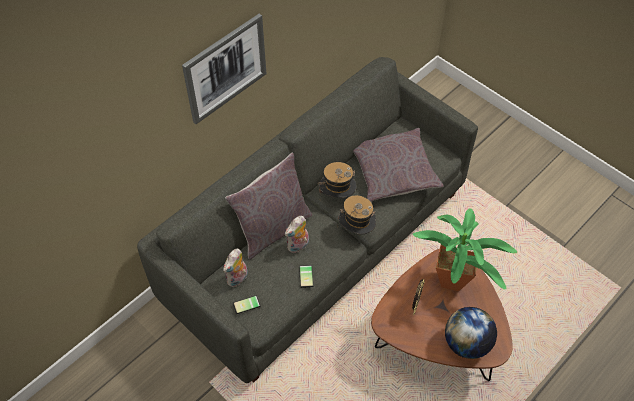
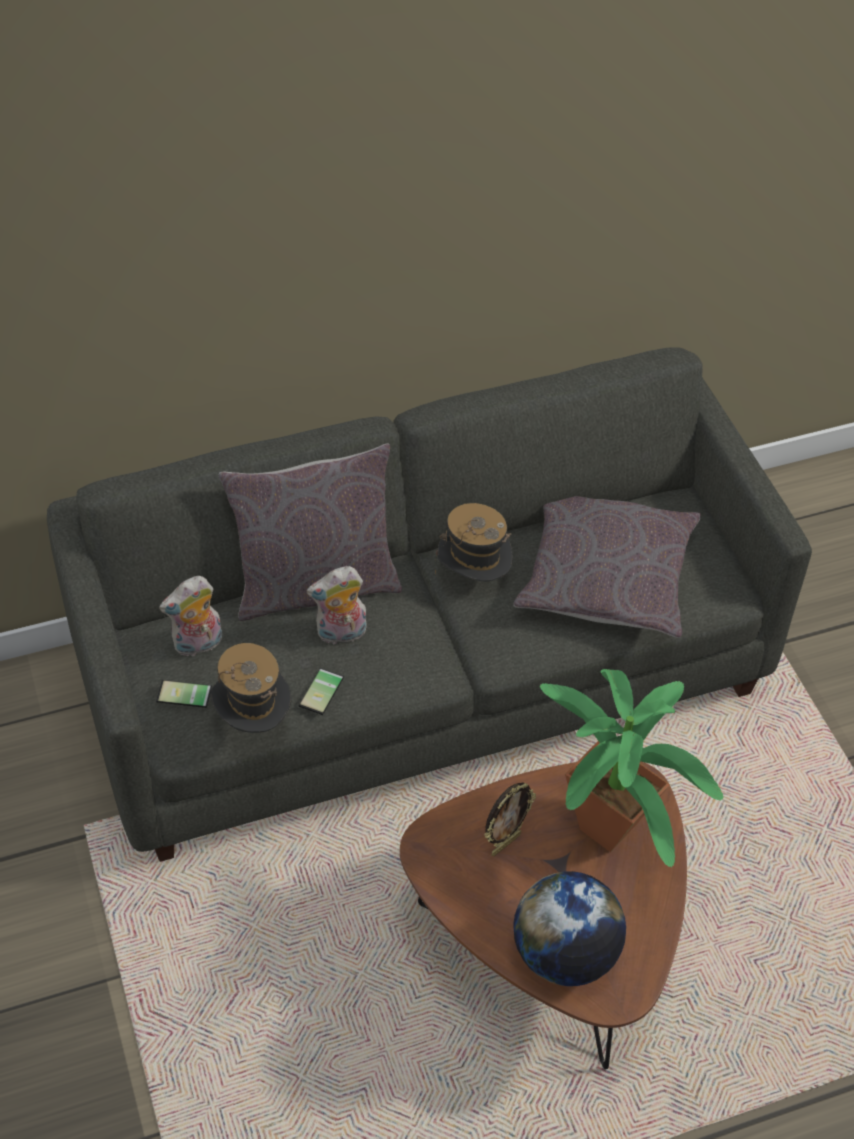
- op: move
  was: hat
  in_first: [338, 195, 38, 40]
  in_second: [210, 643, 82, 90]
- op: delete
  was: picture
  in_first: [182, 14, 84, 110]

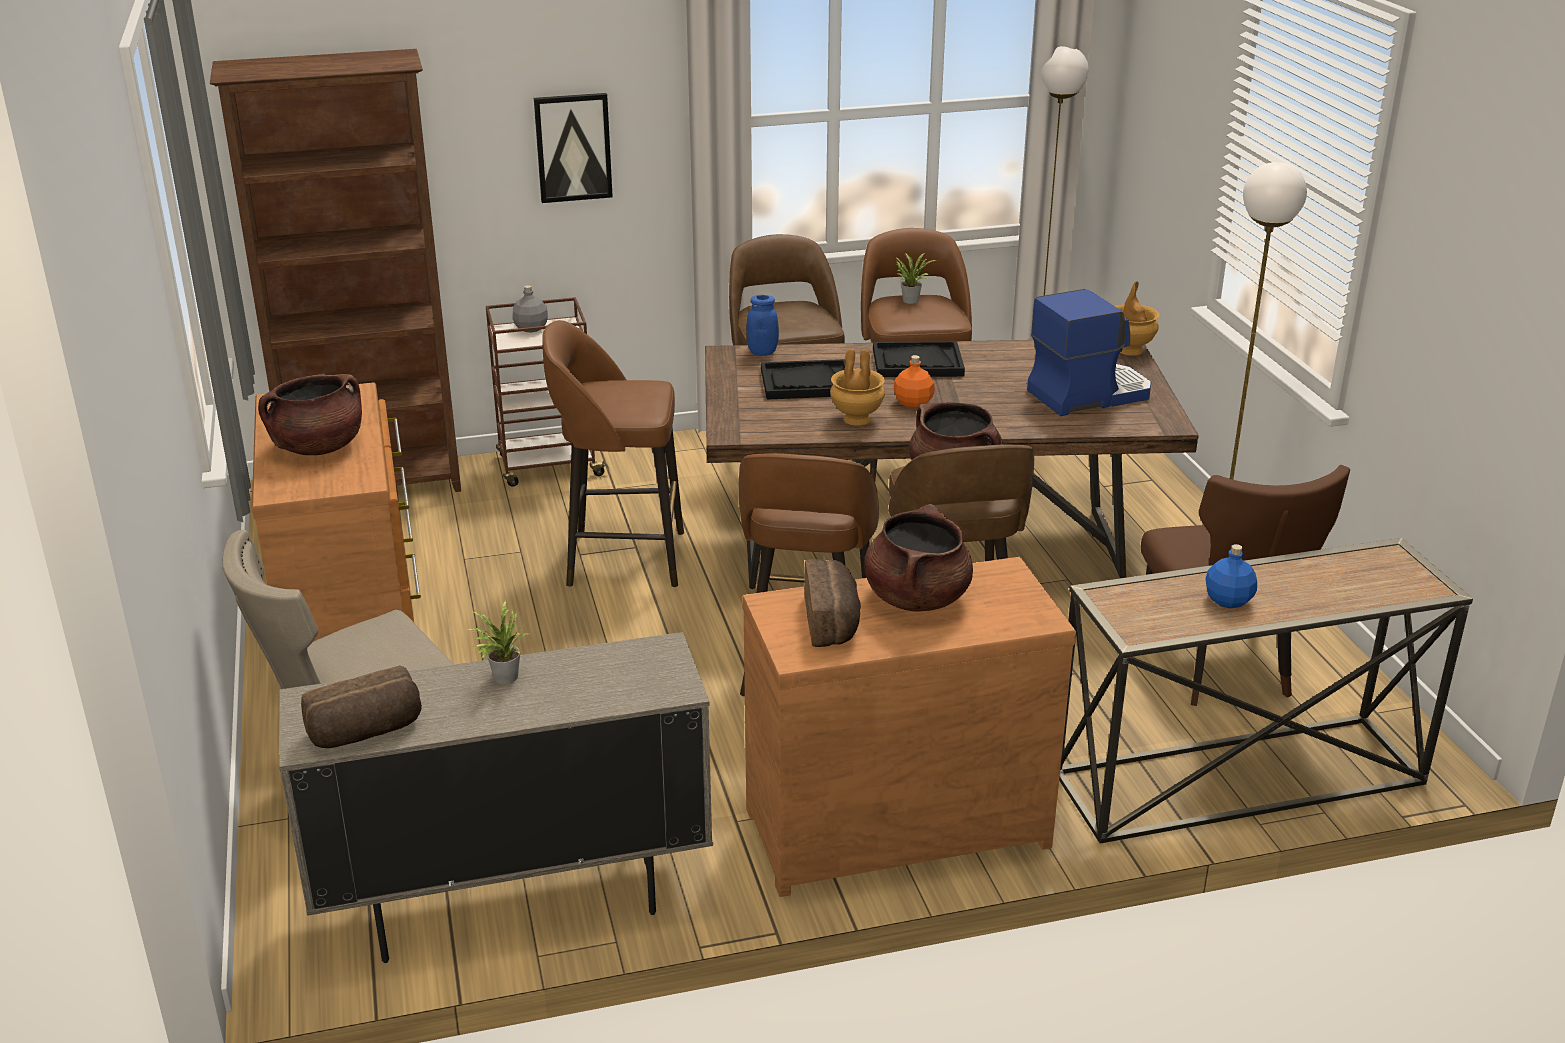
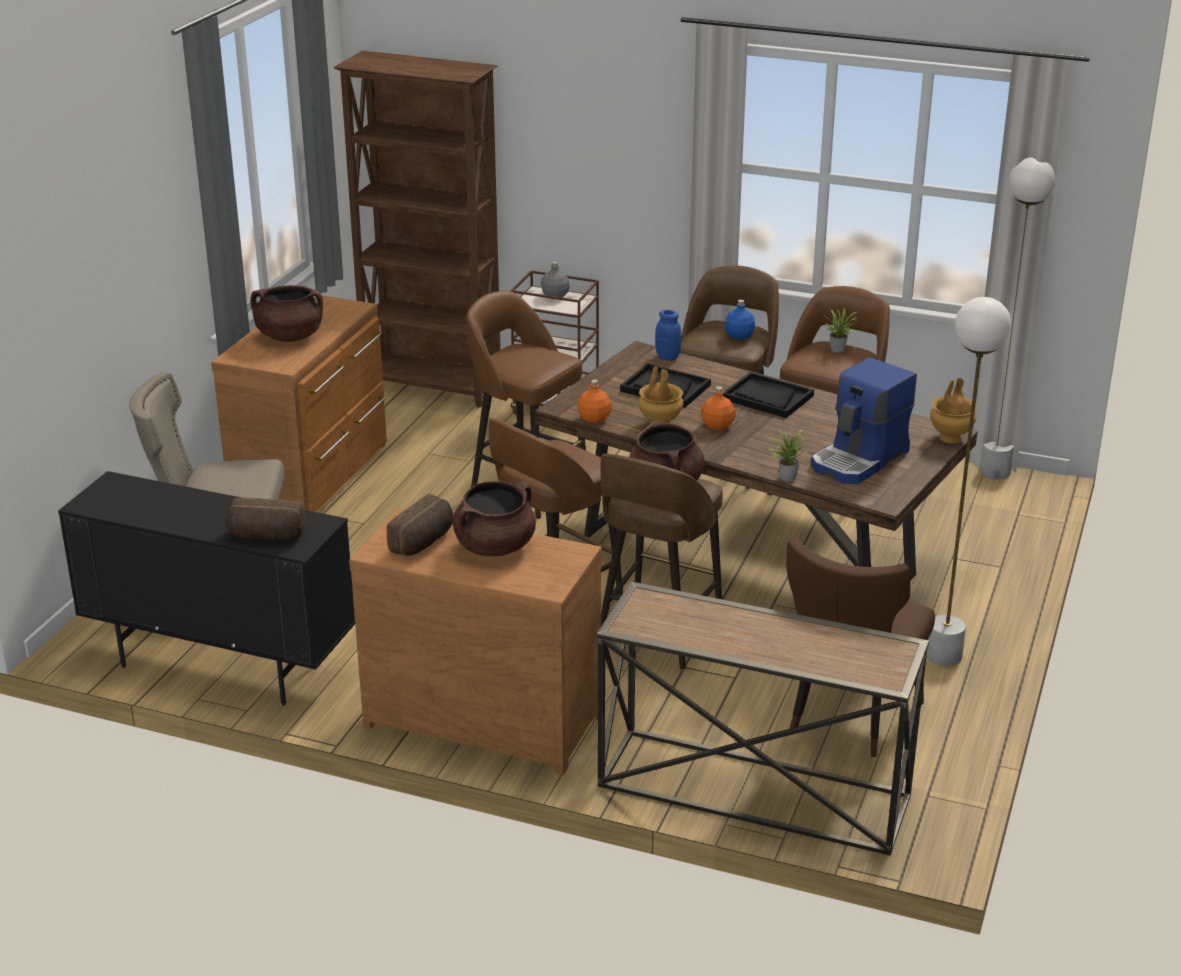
- op: recolor
  was: beige_cabinet
  now: black_cabinet
  in_first: [279, 632, 434, 331]
  in_second: [58, 471, 297, 235]
- op: move
  was: bread
  in_first: [301, 665, 121, 83]
  in_second: [225, 498, 80, 43]
- op: insert
  now: orange_bottle
  in_second: [577, 380, 35, 43]
- op: move
  was: blue_bottle
  in_first: [1205, 544, 52, 64]
  in_second: [725, 299, 30, 41]
- op: move
  was: potted_plant
  in_first: [467, 600, 62, 84]
  in_second: [769, 430, 40, 52]
- op: rotate
  was: coffee_machine
  in_first: [1027, 289, 124, 127]
  in_second: [811, 357, 106, 127]
  clockwise: 120
- op: delete
  was: picture
  in_first: [534, 93, 79, 110]

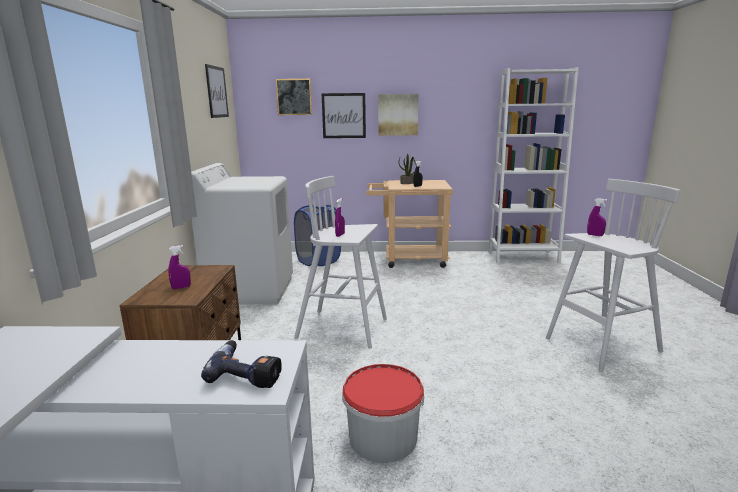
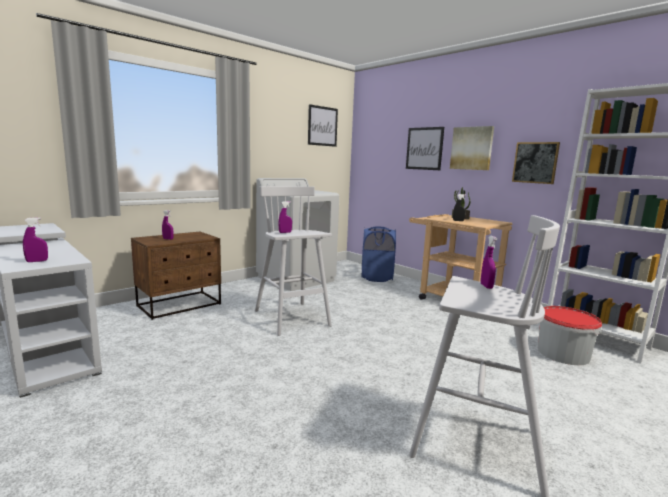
- op: replace
  was: power_drill
  now: purple_spray_bottle
  in_first: [201, 340, 81, 48]
  in_second: [23, 217, 25, 45]
- op: move
  was: picture
  in_first: [276, 79, 36, 36]
  in_second: [512, 142, 48, 42]
- op: move
  was: bucket
  in_first: [342, 364, 83, 99]
  in_second: [538, 306, 64, 59]

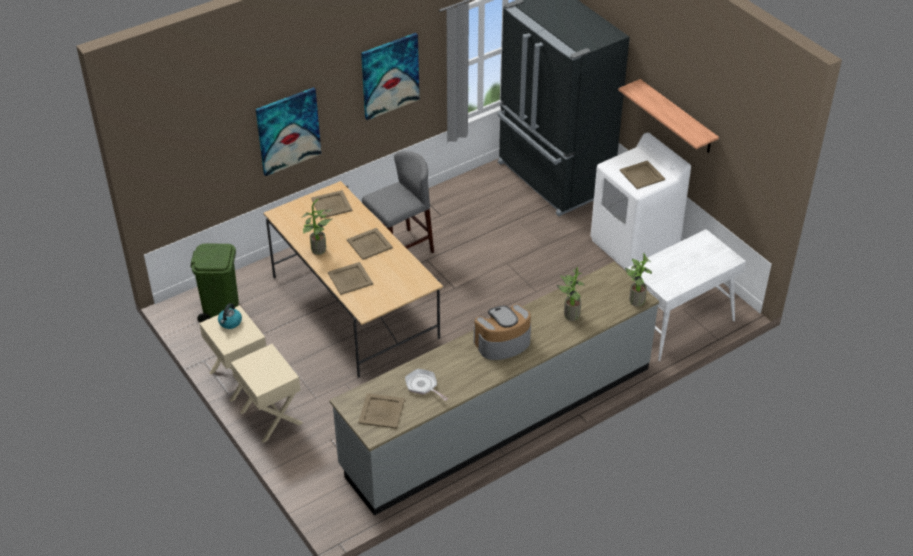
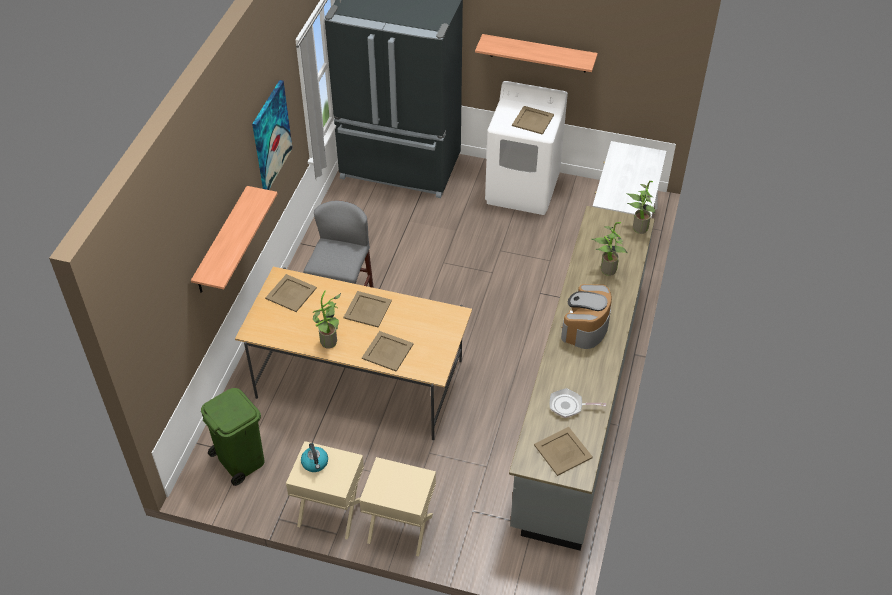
- op: replace
  was: picture
  now: shelf
  in_first: [256, 87, 65, 89]
  in_second: [191, 186, 87, 107]

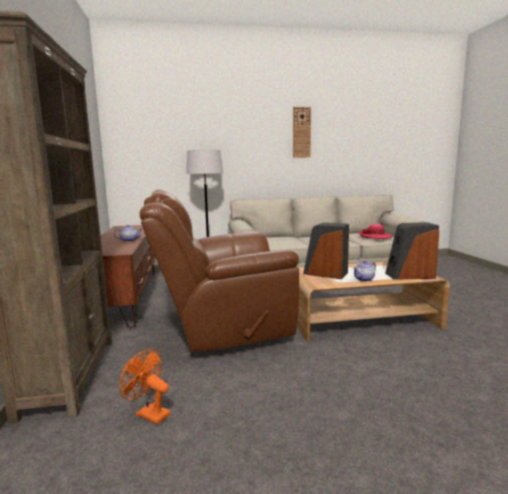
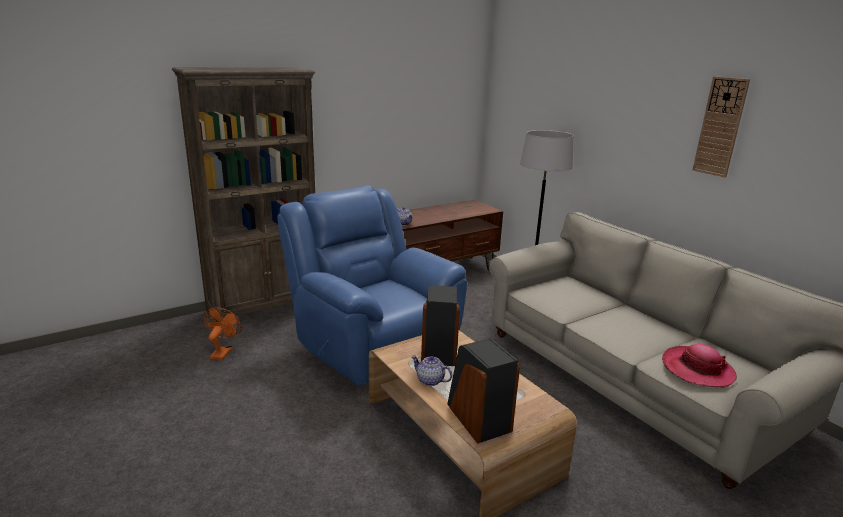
- op: recolor
  was: brown_armchair
  now: blue_armchair
  in_first: [140, 190, 159, 162]
  in_second: [277, 185, 190, 200]

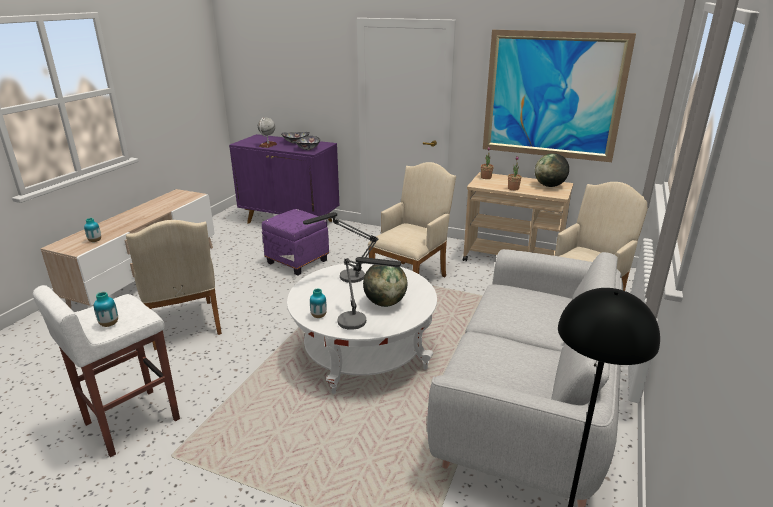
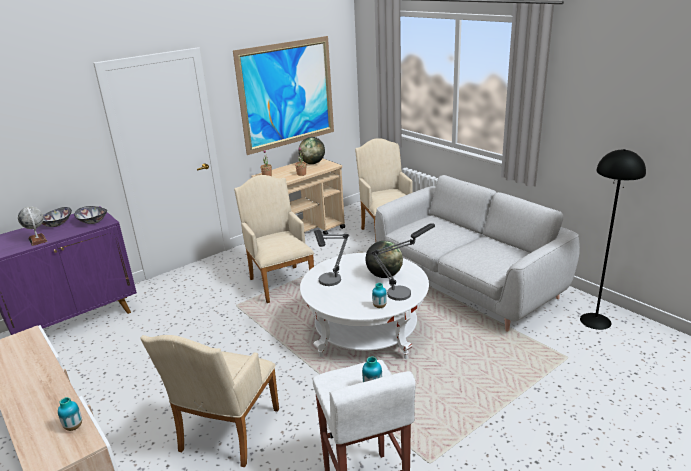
- op: rotate
  was: beige_armchair
  in_first: [126, 220, 96, 130]
  in_second: [140, 335, 139, 132]
  clockwise: 105
- op: delete
  was: purple_ottoman
  in_first: [262, 209, 67, 66]

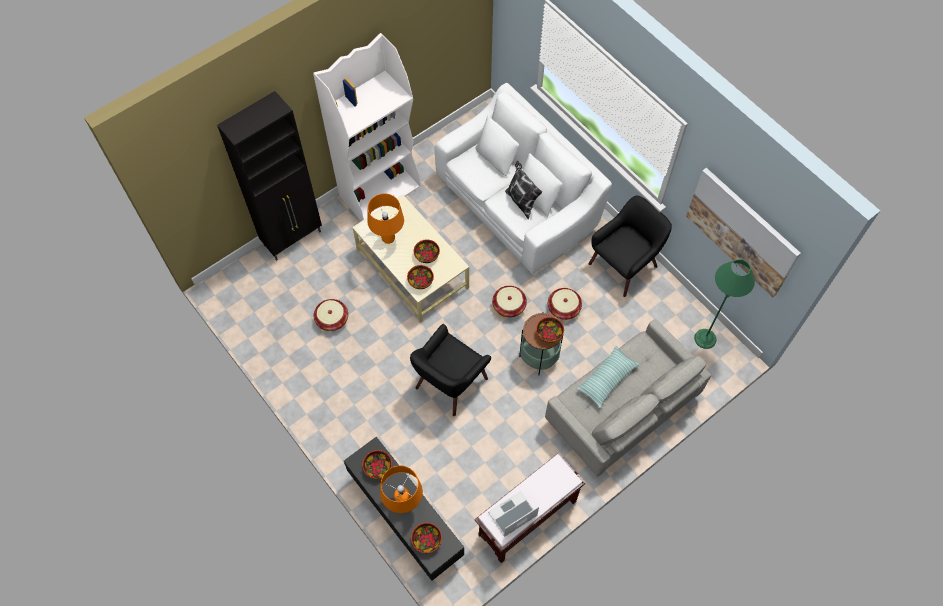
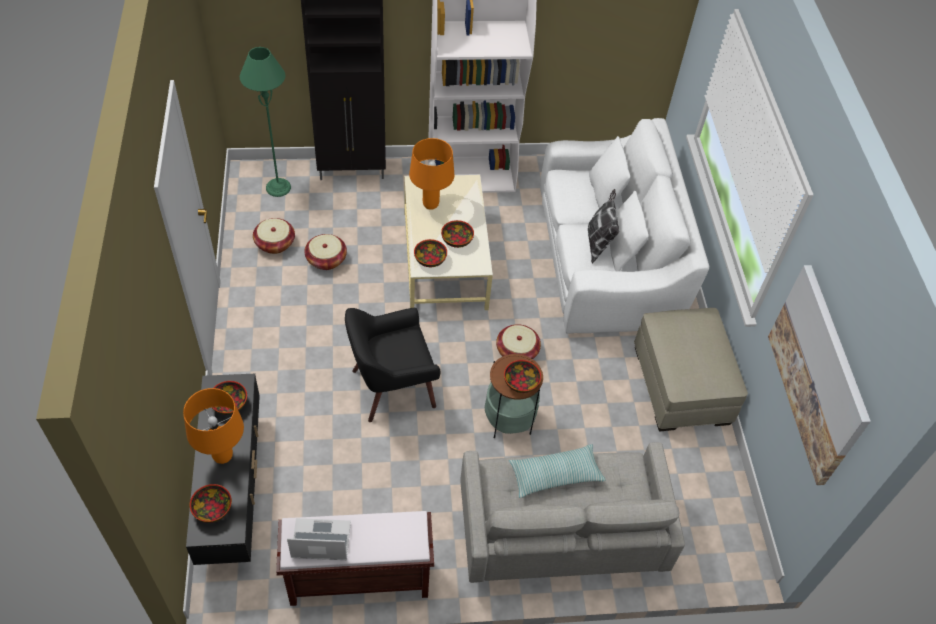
- op: move
  was: green_floor_lamp
  in_first: [694, 259, 61, 90]
  in_second: [240, 47, 51, 150]
- op: move
  was: basket
  in_first: [548, 288, 34, 32]
  in_second: [253, 218, 42, 36]
- op: replace
  was: black_armchair
  now: beige_ottoman
  in_first: [589, 196, 83, 101]
  in_second: [634, 308, 114, 123]

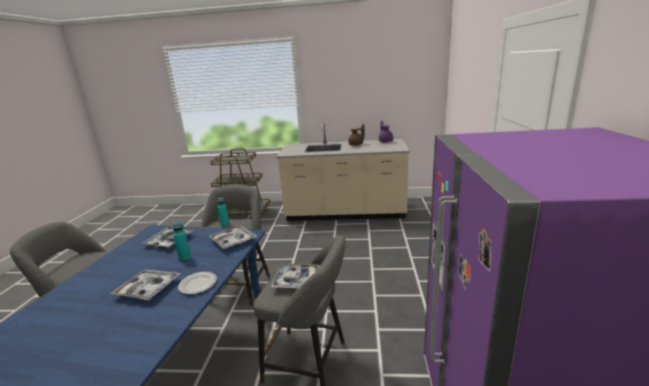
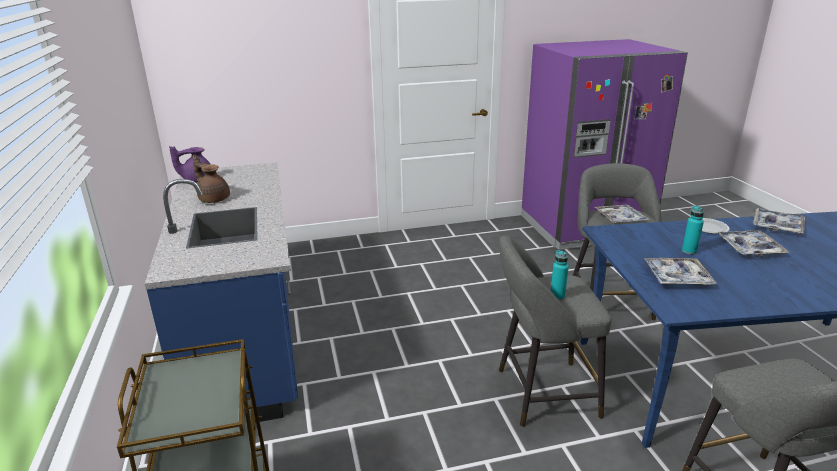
- op: recolor
  was: beige_counter
  now: blue_counter
  in_first: [276, 123, 134, 98]
  in_second: [145, 162, 153, 261]
- op: move
  was: tray
  in_first: [209, 226, 49, 23]
  in_second: [753, 208, 52, 26]

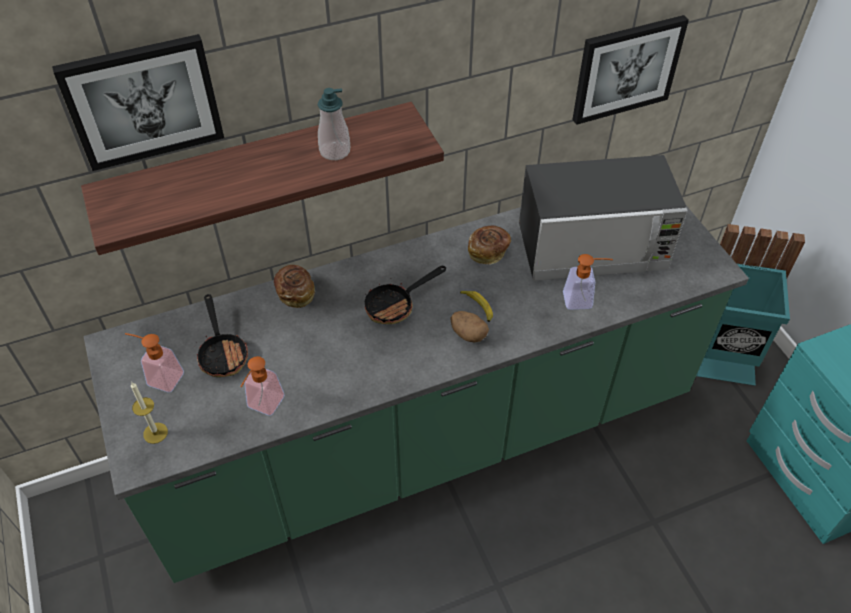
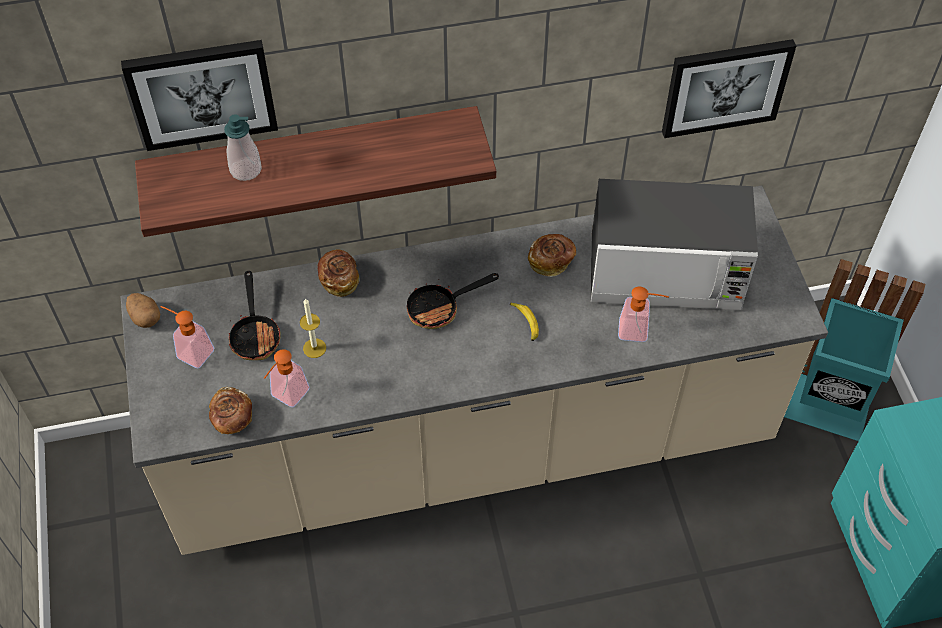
- op: recolor
  was: green_counter
  now: beige_counter
  in_first: [84, 206, 665, 377]
  in_second: [121, 185, 707, 370]
- op: move
  was: potato
  in_first: [450, 311, 39, 32]
  in_second: [126, 293, 34, 35]
- op: insert
  now: bread
  in_second: [209, 387, 43, 47]
- op: move
  was: soap_dispenser
  in_first: [318, 88, 32, 72]
  in_second: [224, 114, 38, 67]
- op: move
  was: candle
  in_first: [131, 382, 37, 62]
  in_second: [300, 298, 26, 60]

